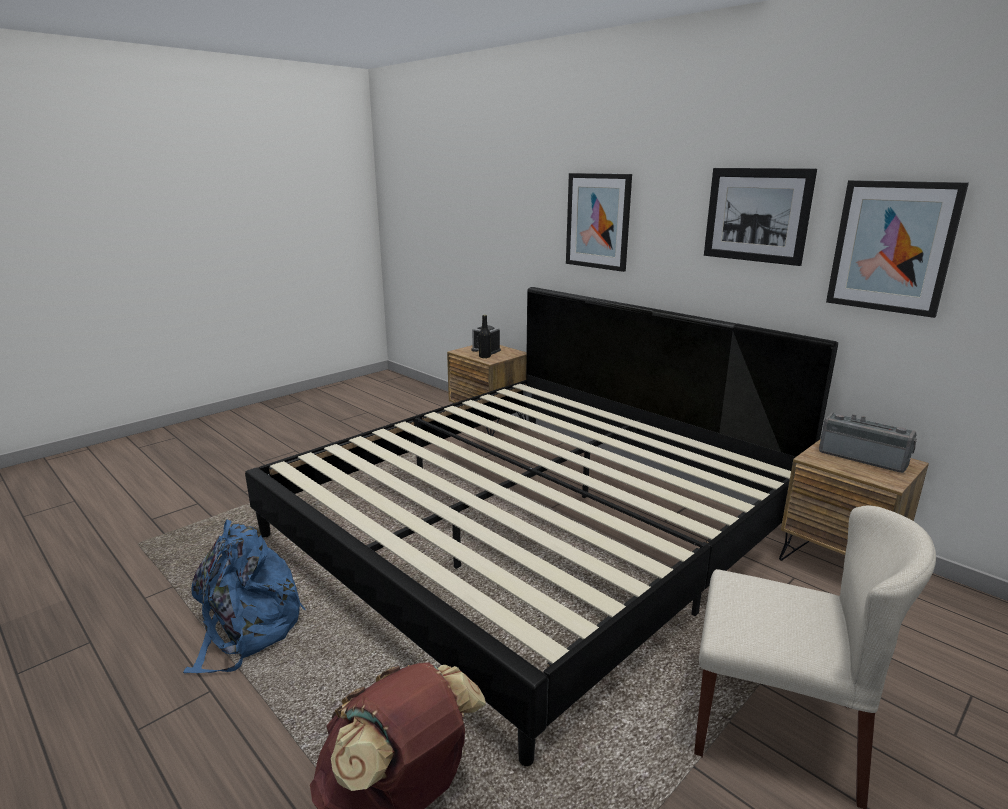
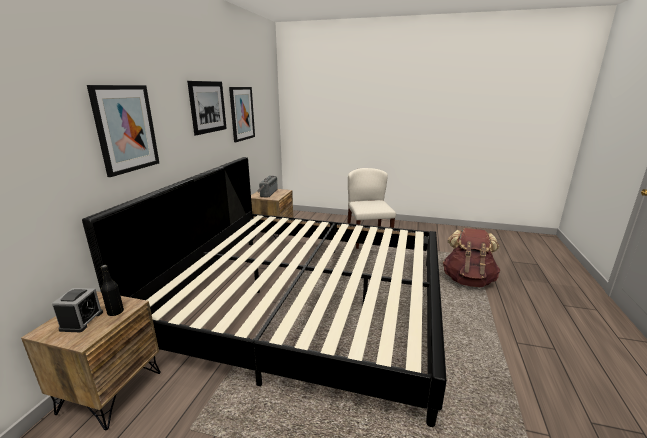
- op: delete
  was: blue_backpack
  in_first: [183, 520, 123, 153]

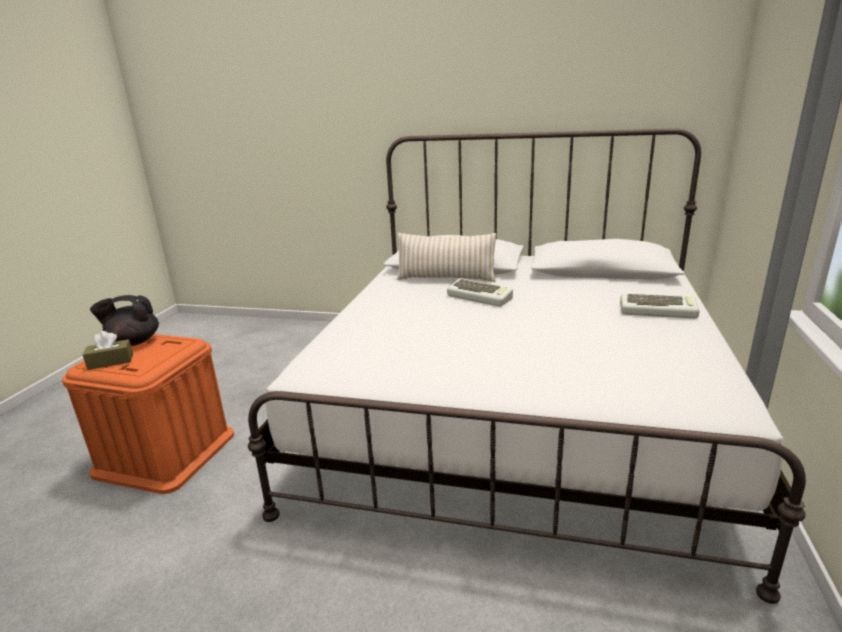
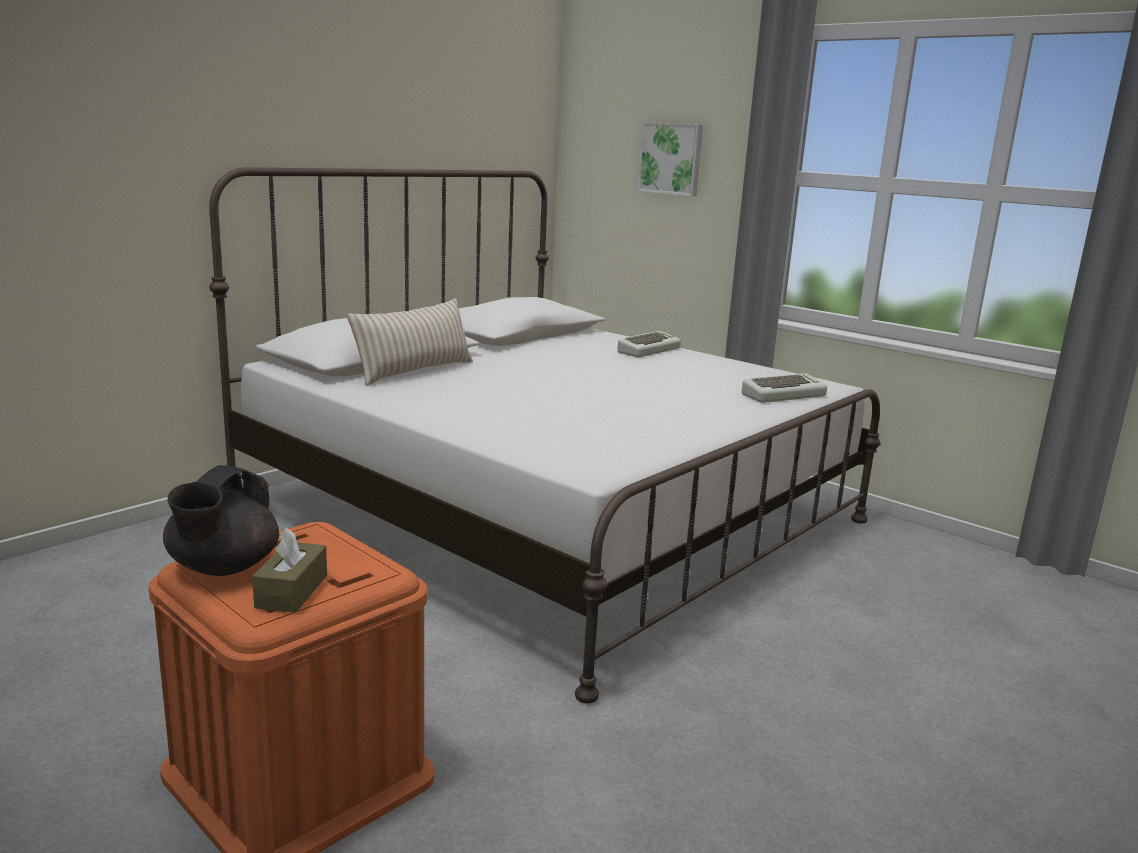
- op: insert
  now: picture
  in_second: [637, 122, 66, 75]
- op: move
  was: keyboard
  in_first: [447, 278, 66, 28]
  in_second: [742, 373, 85, 30]

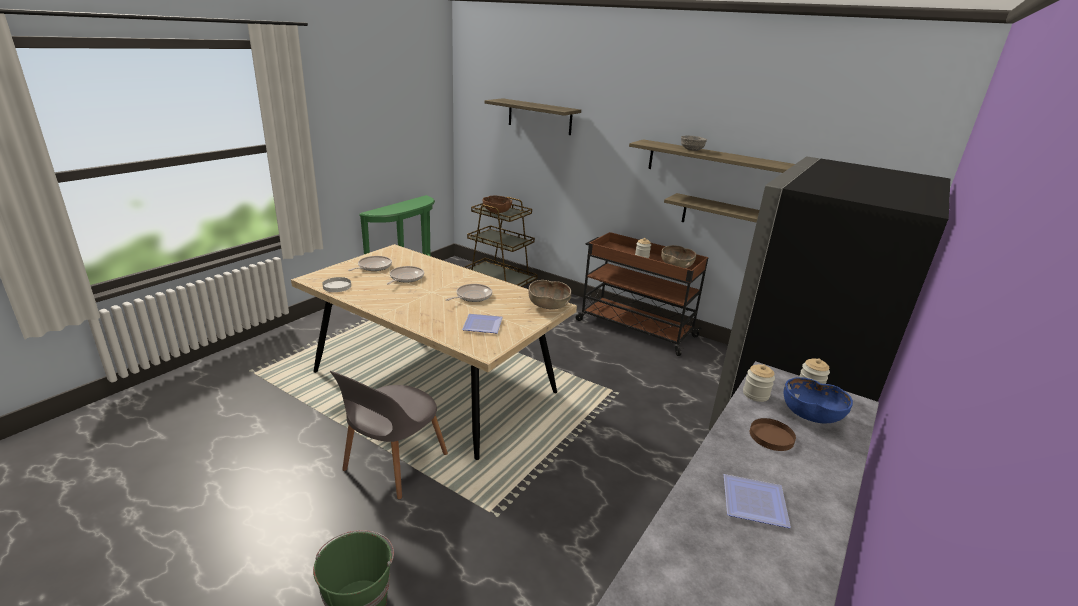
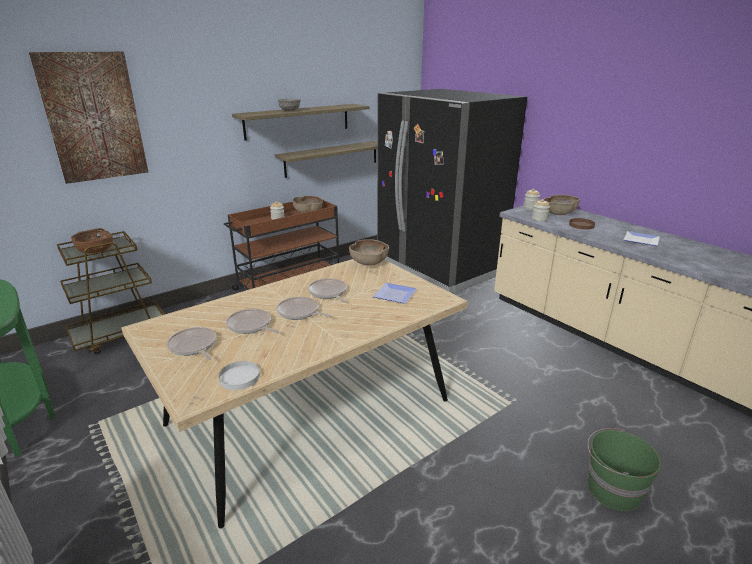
- op: replace
  was: shelf
  now: picture
  in_first: [485, 98, 96, 37]
  in_second: [29, 52, 119, 132]
- op: insert
  now: frying_pan
  in_second: [276, 297, 56, 23]
- op: recolor
  was: blue_bowl
  now: brown_bowl
  in_first: [783, 377, 70, 46]
  in_second: [544, 195, 36, 20]
- op: delete
  was: grey_chair
  in_first: [330, 371, 118, 129]

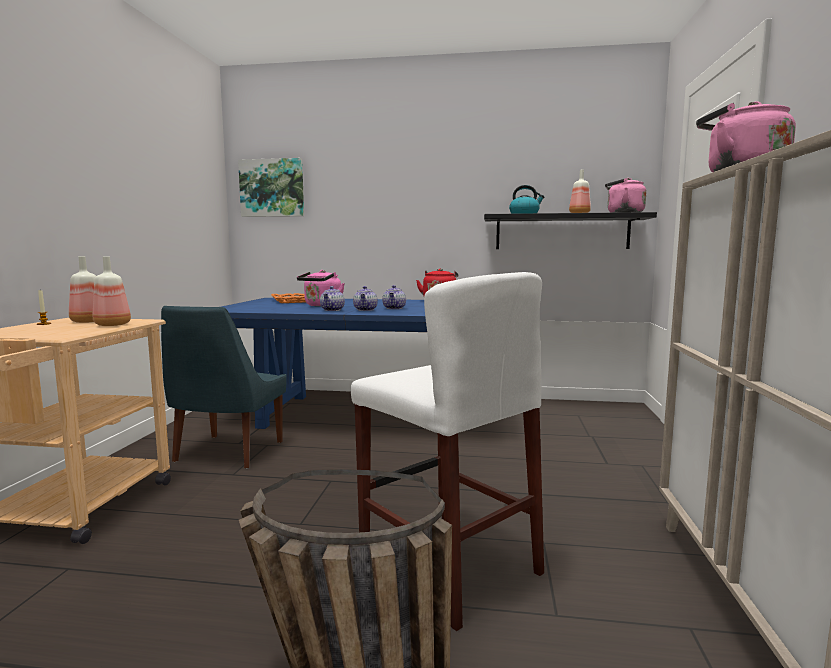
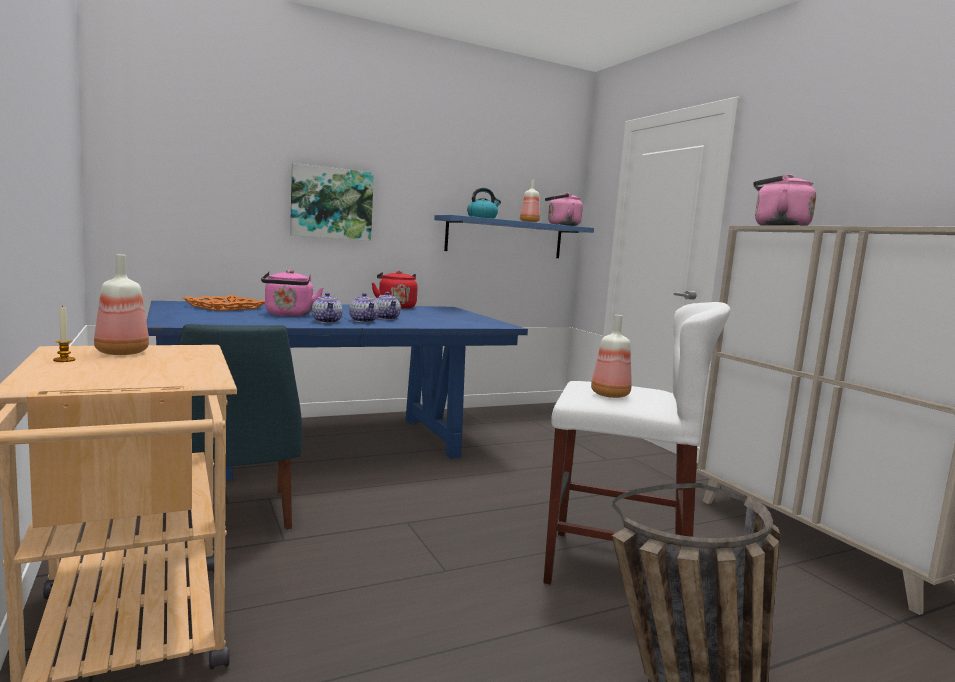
- op: move
  was: picture
  in_first: [238, 158, 66, 59]
  in_second: [290, 163, 84, 78]
- op: recolor
  was: black_shelf
  now: blue_shelf
  in_first: [484, 212, 173, 37]
  in_second: [434, 215, 160, 43]
- op: move
  was: bottle
  in_first: [93, 257, 38, 69]
  in_second: [591, 315, 41, 83]

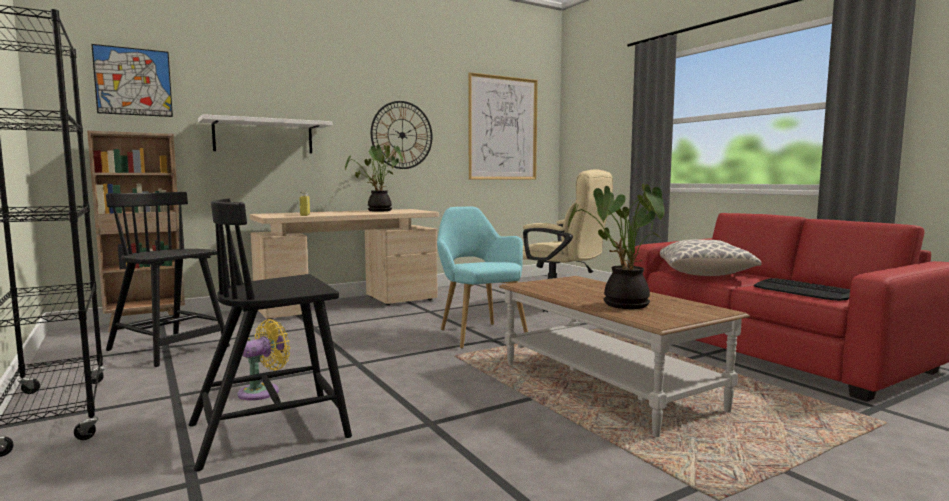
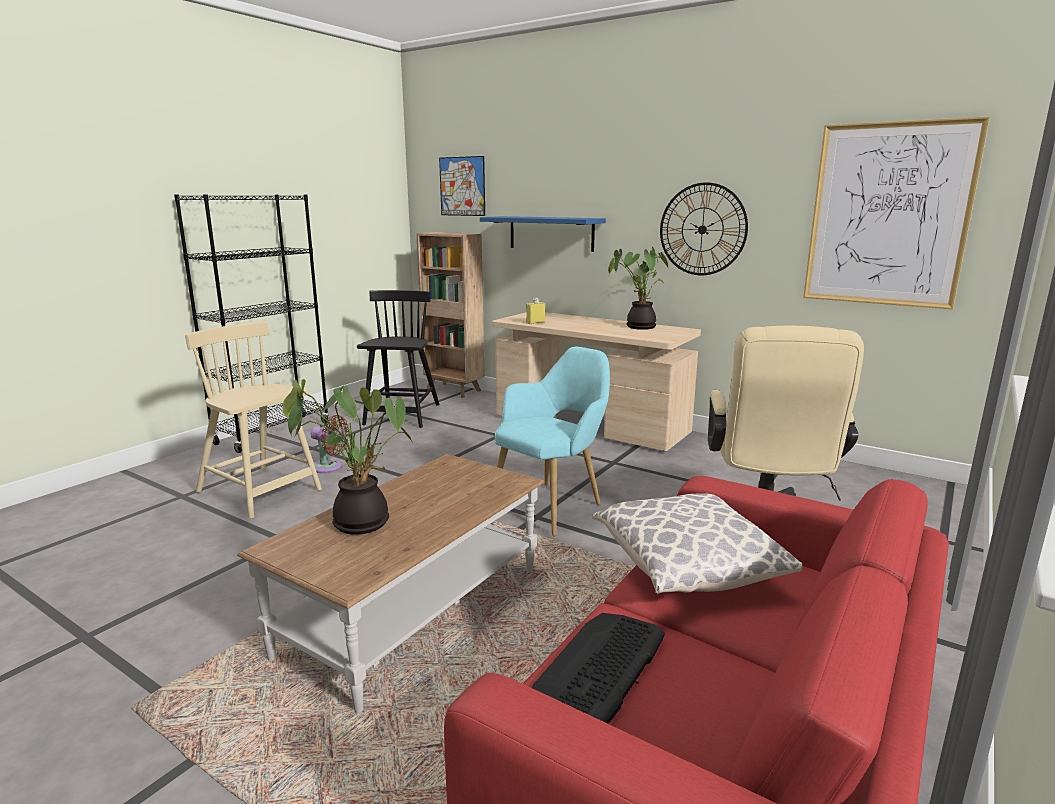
- op: recolor
  was: black_chair
  now: beige_chair
  in_first: [189, 198, 163, 273]
  in_second: [185, 321, 137, 198]
- op: recolor
  was: yellow_fan
  now: brown_fan
  in_first: [238, 319, 52, 81]
  in_second: [311, 415, 38, 58]
- op: recolor
  was: white_shelf
  now: blue_shelf
  in_first: [198, 114, 135, 39]
  in_second: [480, 216, 126, 36]

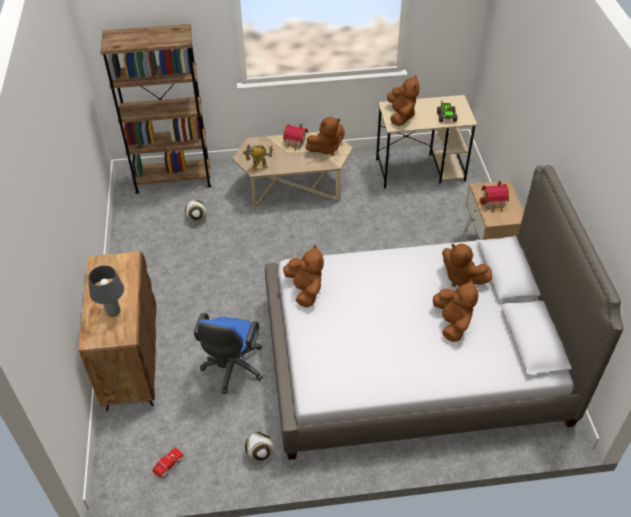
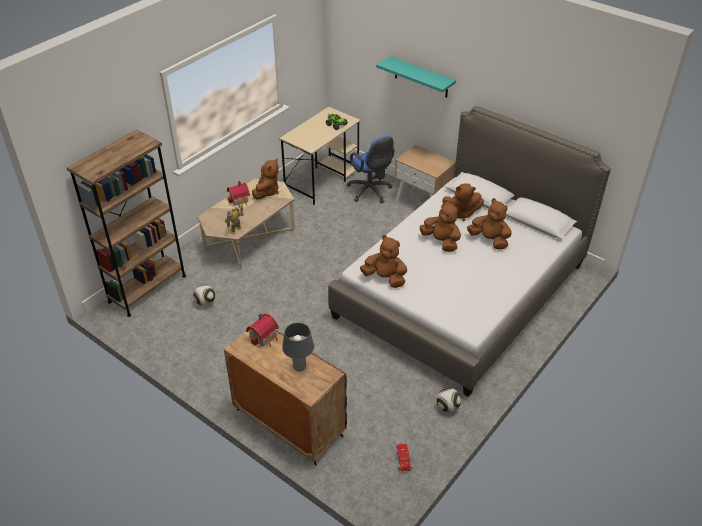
- op: move
  was: toy_house
  in_first: [480, 181, 29, 31]
  in_second: [246, 313, 33, 34]
- op: move
  was: blue_office_chair
  in_first: [194, 313, 69, 81]
  in_second: [346, 136, 49, 67]
- op: insert
  now: turquoise_shelf
  in_second: [376, 56, 80, 42]
- op: move
  was: brown_plush_toy
  in_first: [387, 75, 33, 51]
  in_second: [420, 200, 41, 52]

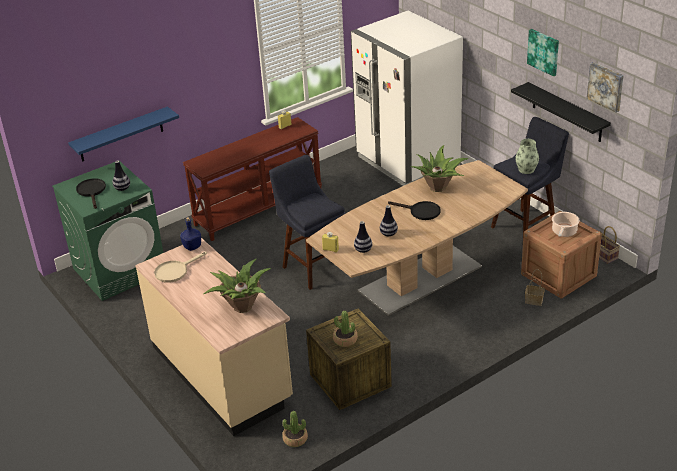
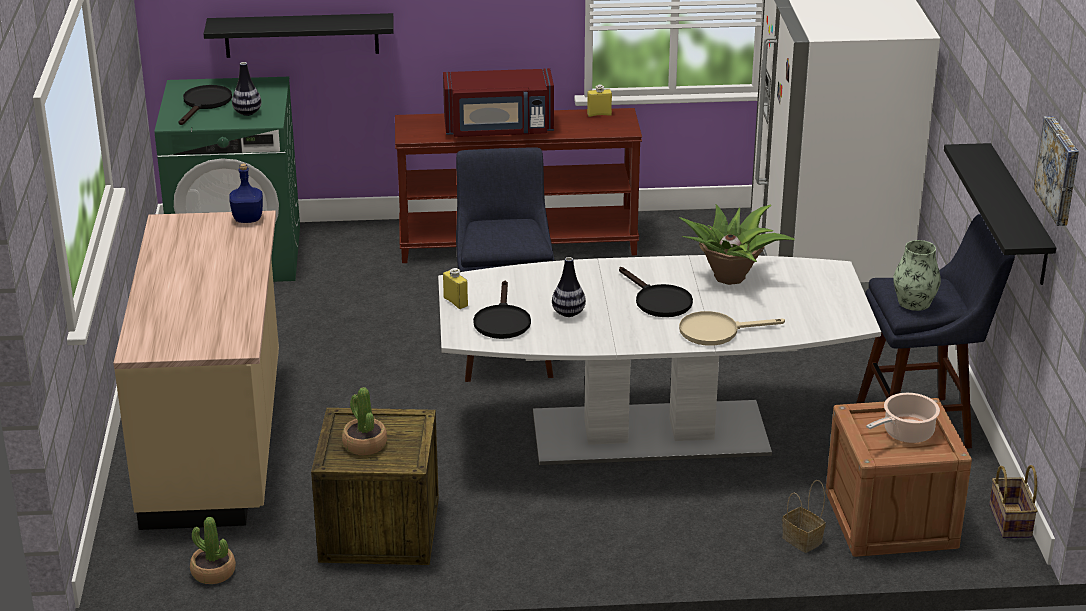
- op: recolor
  was: blue_shelf
  now: black_shelf
  in_first: [68, 106, 111, 56]
  in_second: [204, 13, 190, 45]
- op: recolor
  was: brown_dining_table
  now: white_dining_table
  in_first: [306, 160, 222, 156]
  in_second: [438, 255, 443, 210]
- op: insert
  now: red_microwave
  in_second: [443, 68, 111, 69]
- op: replace
  was: vase
  now: black_frying_pan
  in_first: [354, 221, 18, 32]
  in_second: [473, 280, 58, 59]
- op: move
  was: beige_frying_pan
  in_first: [154, 251, 53, 32]
  in_second: [679, 311, 106, 35]
- op: delete
  was: potted_plant
  in_first: [203, 258, 68, 55]
- op: delete
  was: picture
  in_first: [527, 29, 32, 47]

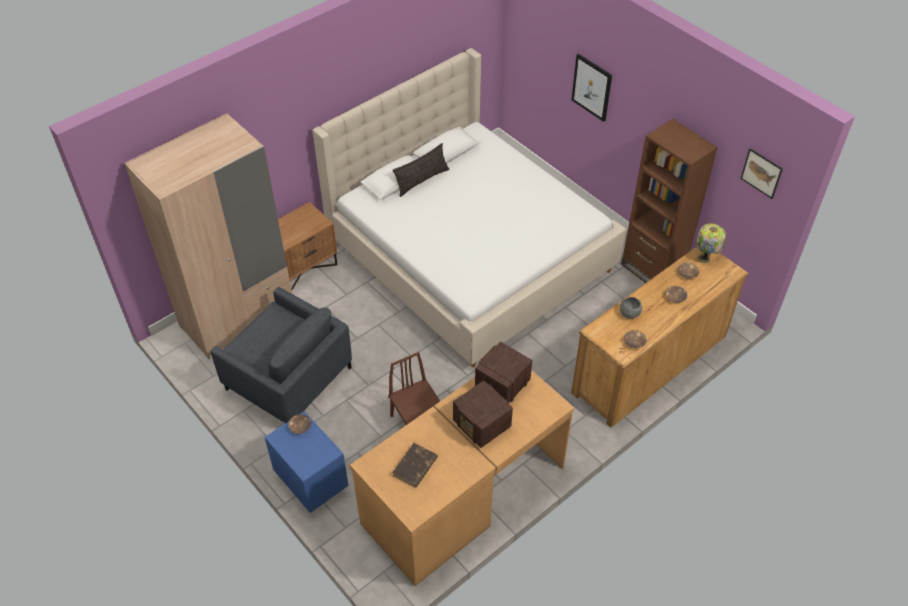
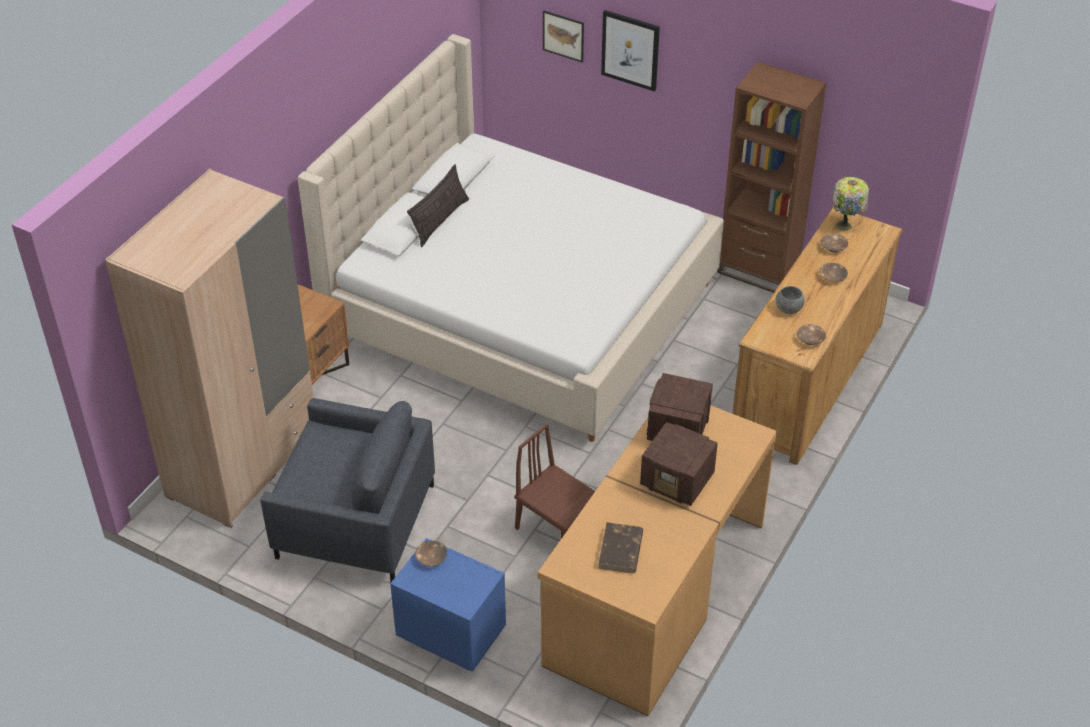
- op: move
  was: picture
  in_first: [740, 148, 43, 51]
  in_second: [543, 11, 41, 51]

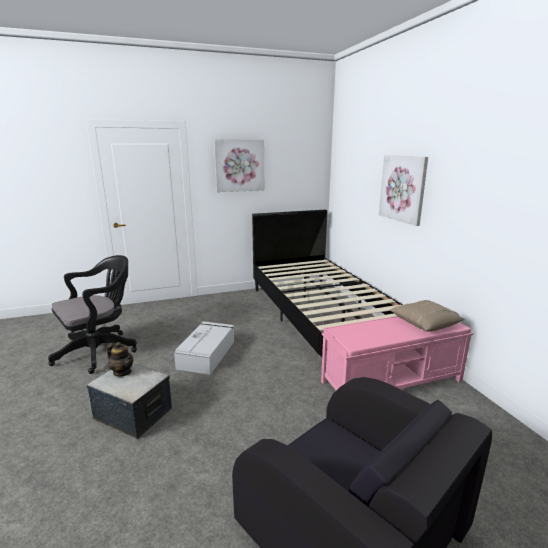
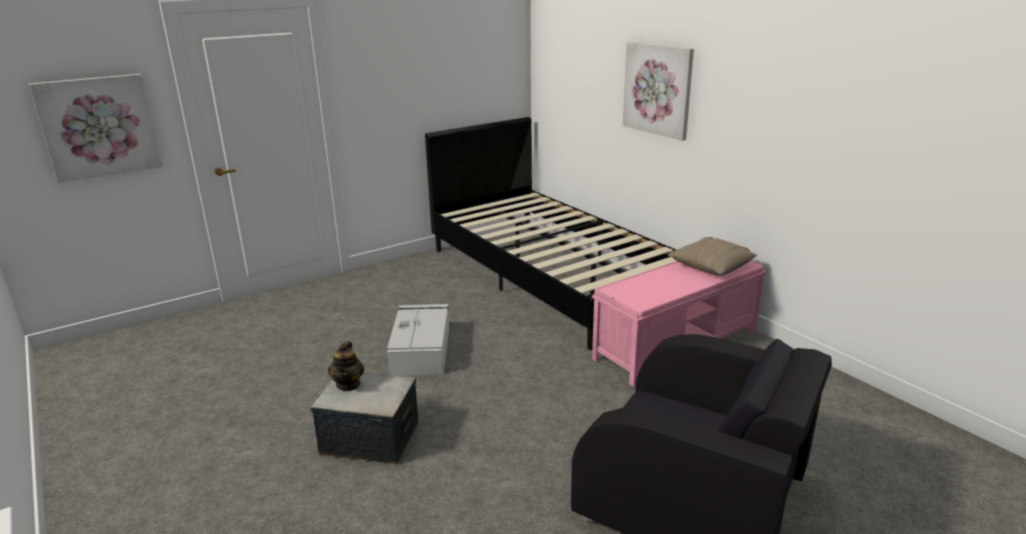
- op: move
  was: picture
  in_first: [214, 139, 50, 53]
  in_second: [29, 74, 134, 109]
- op: rotate
  was: teapot
  in_first: [106, 342, 27, 35]
  in_second: [328, 341, 36, 50]
  clockwise: 75
- op: delete
  was: black_office_chair
  in_first: [48, 255, 89, 119]

